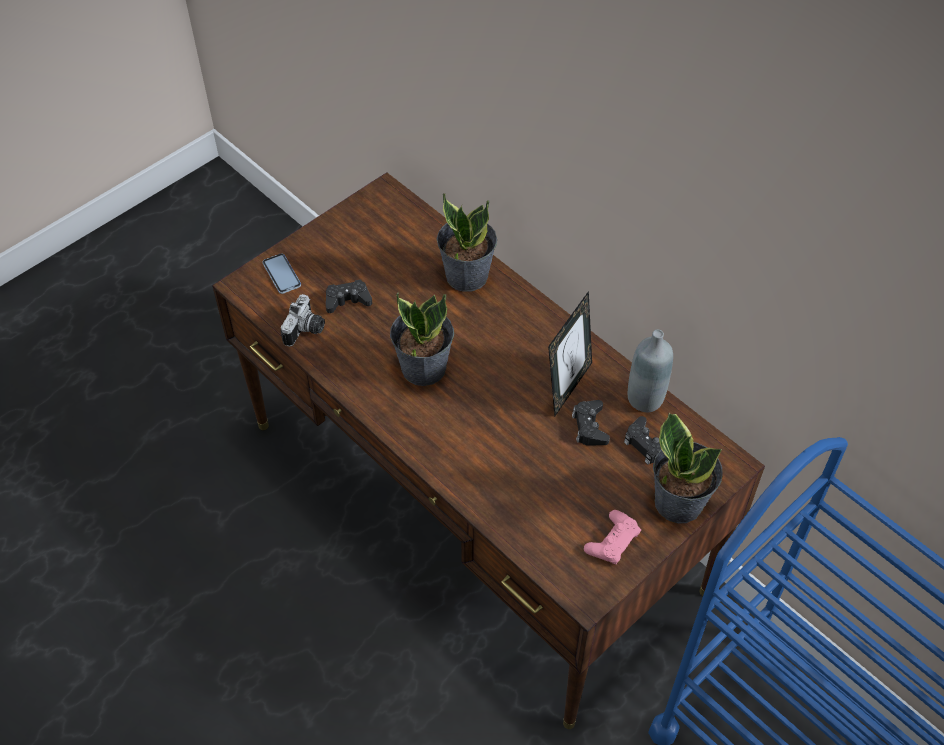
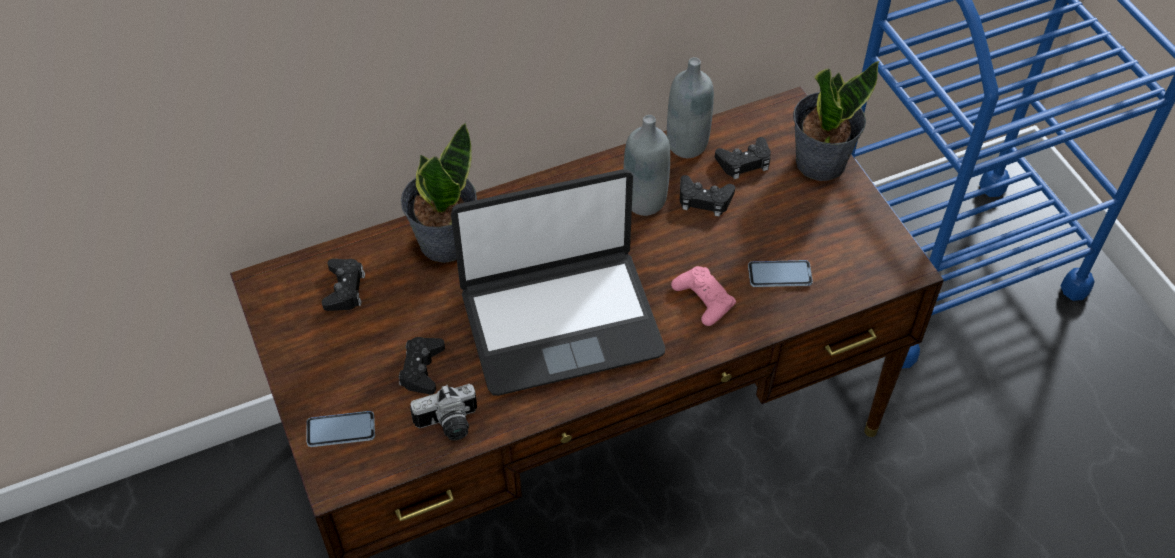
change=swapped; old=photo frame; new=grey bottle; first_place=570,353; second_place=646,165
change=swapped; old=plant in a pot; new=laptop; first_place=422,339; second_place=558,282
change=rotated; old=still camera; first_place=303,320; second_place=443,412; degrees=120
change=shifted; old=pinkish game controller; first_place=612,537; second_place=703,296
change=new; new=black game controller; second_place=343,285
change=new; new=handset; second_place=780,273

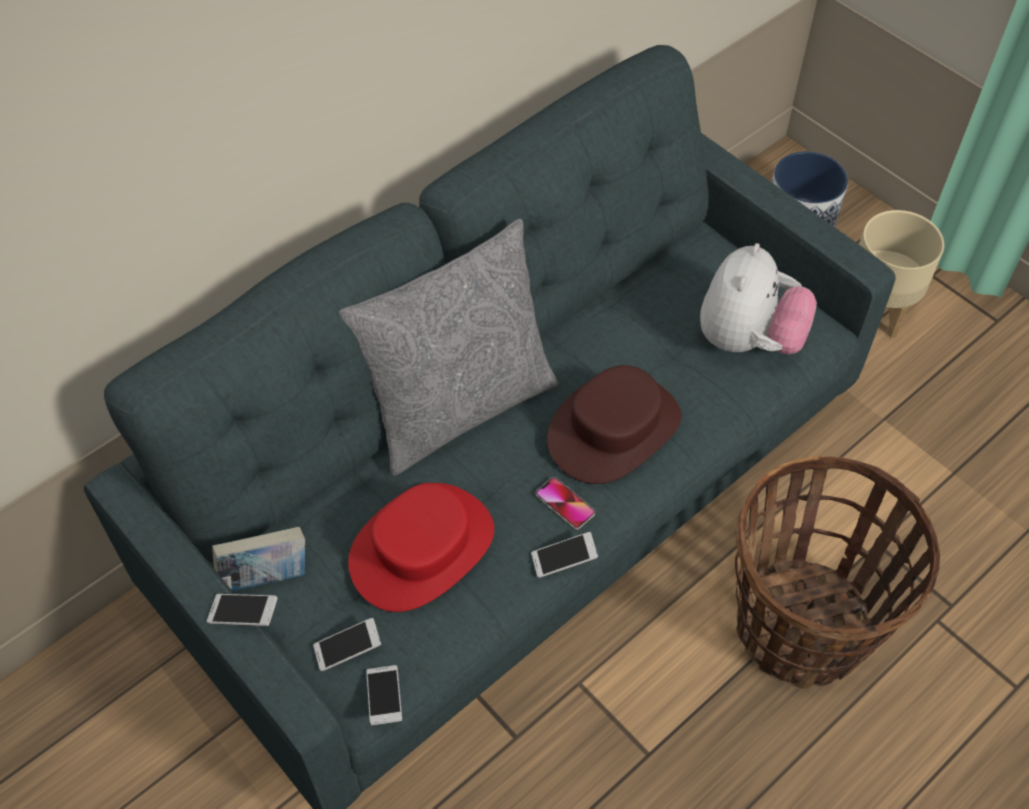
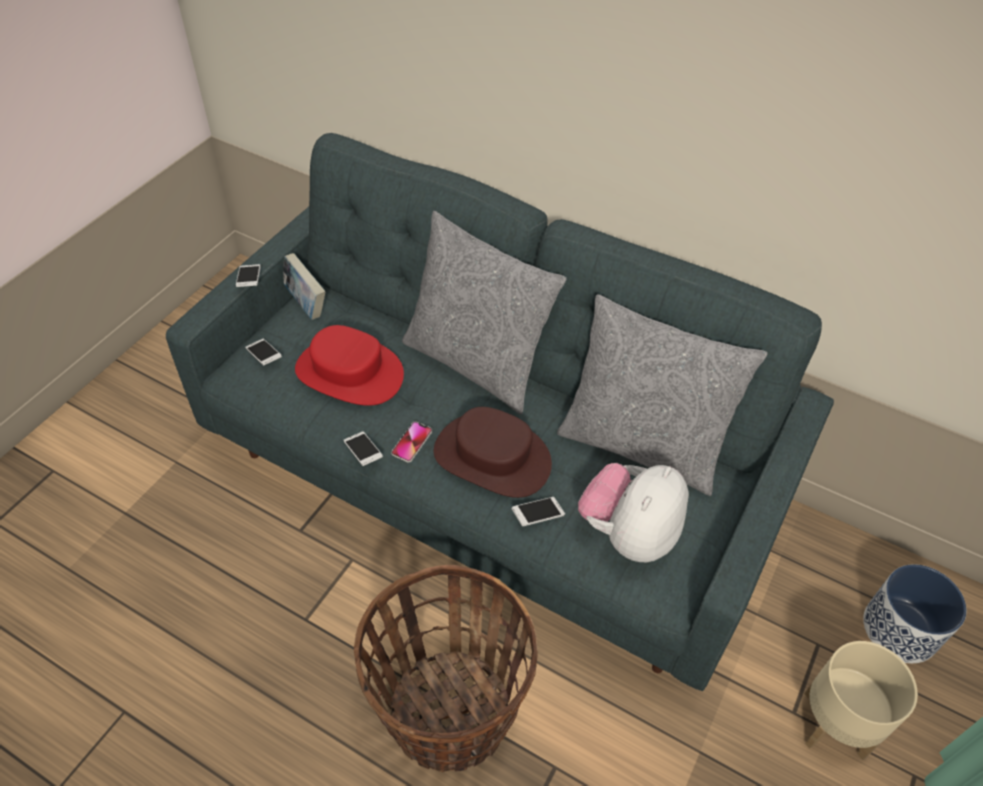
change=rotated; old=soft toy; first_place=758,298; second_place=633,512; degrees=120
change=shifted; old=handset; first_place=384,695; second_place=538,511
change=new; new=grey pillow; second_place=662,395

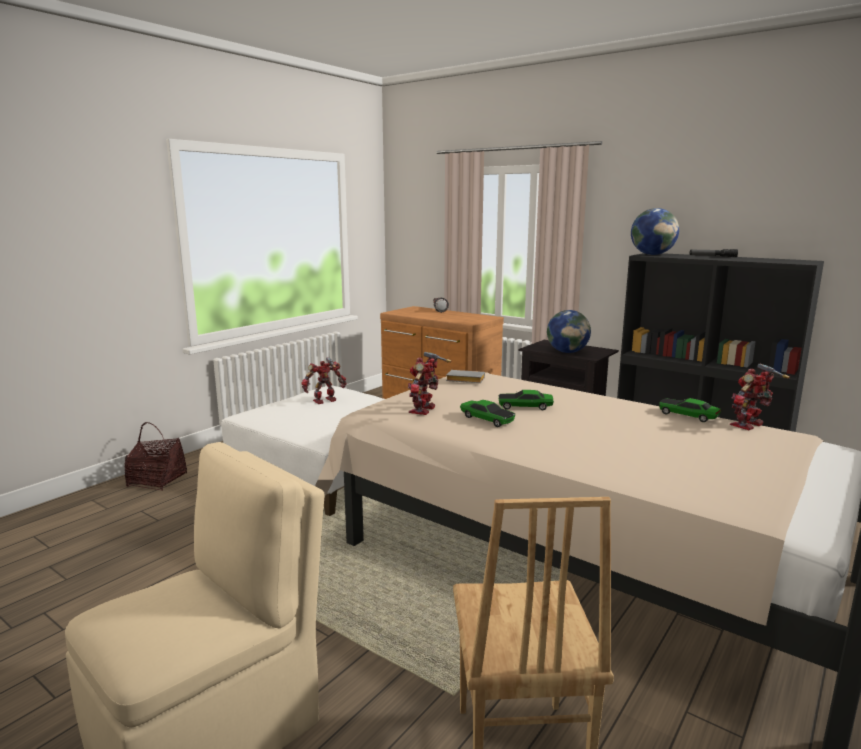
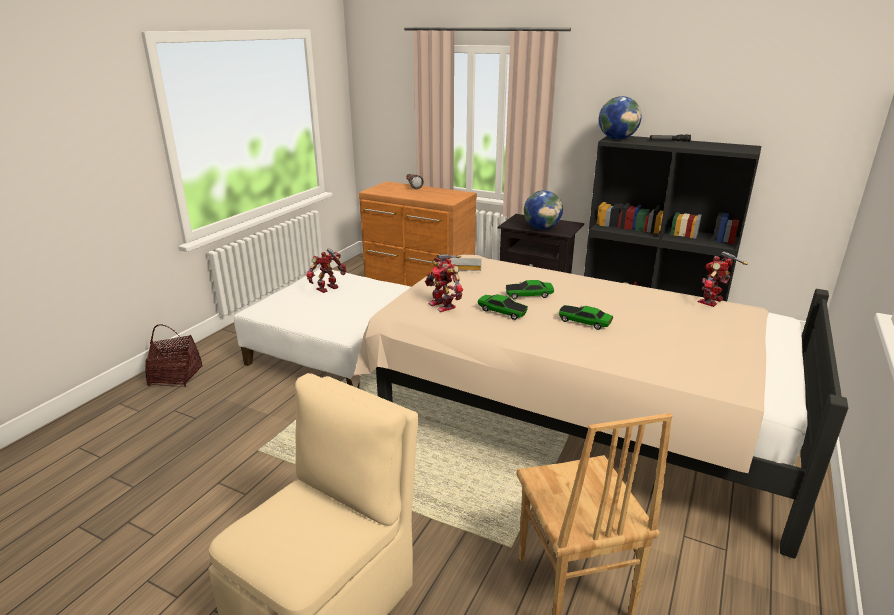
change=rotated; old=model robot; first_place=430,383; second_place=444,283; degrees=-45
change=shifted; old=miniature car; first_place=690,410; second_place=586,317

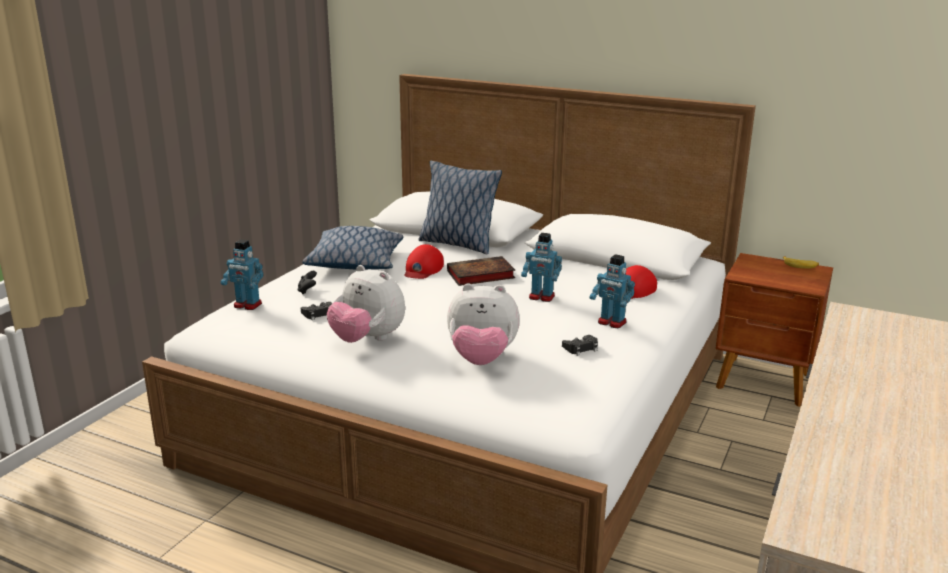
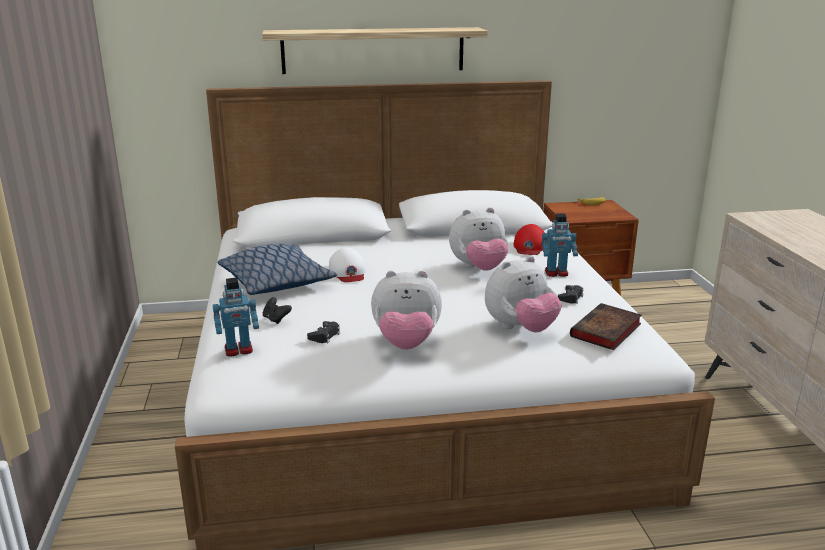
change=gone; old=pillow; first_place=460,207
change=swapped; old=model robot; new=soft toy; first_place=541,267; second_place=478,239
change=repainted; old=red peaked cap; new=white-coloured peaked cap; first_place=424,261; second_place=347,264
change=shifted; old=bound book; first_place=481,271; second_place=606,326
change=new; new=wall shelf; second_place=375,50

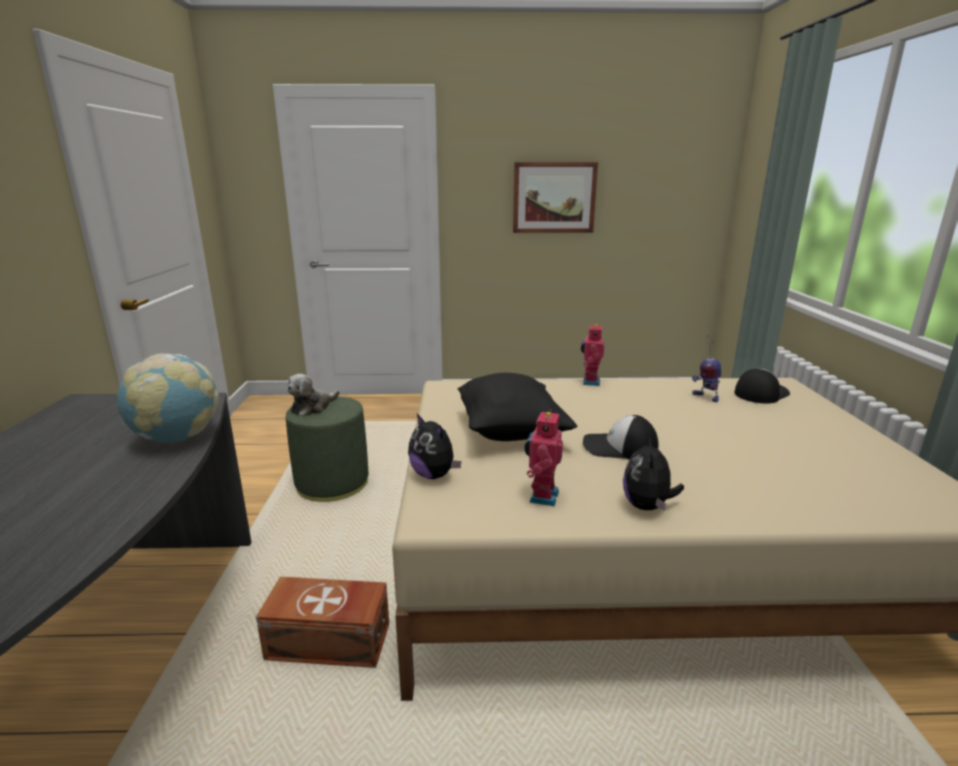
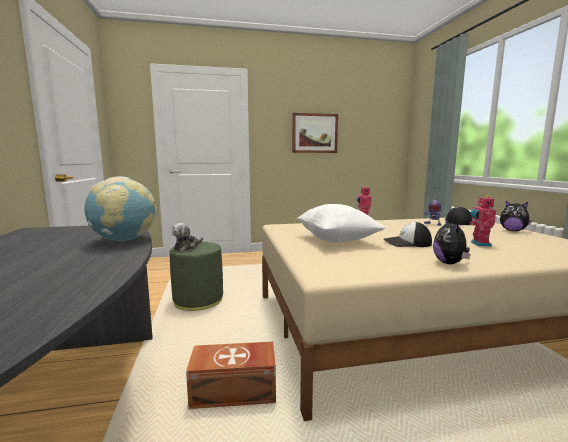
change=repainted; old=black pillow; new=white-coloured pillow; first_place=517,407; second_place=341,223
change=shifted; old=model robot; first_place=543,457; second_place=483,220
change=shifted; old=soft toy; first_place=434,446; second_place=516,216

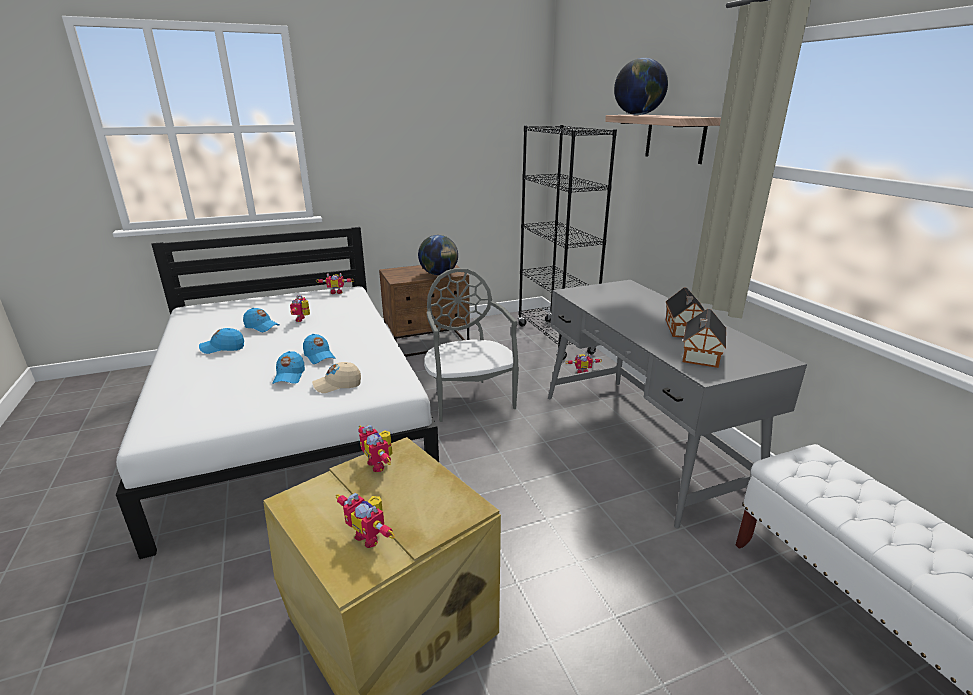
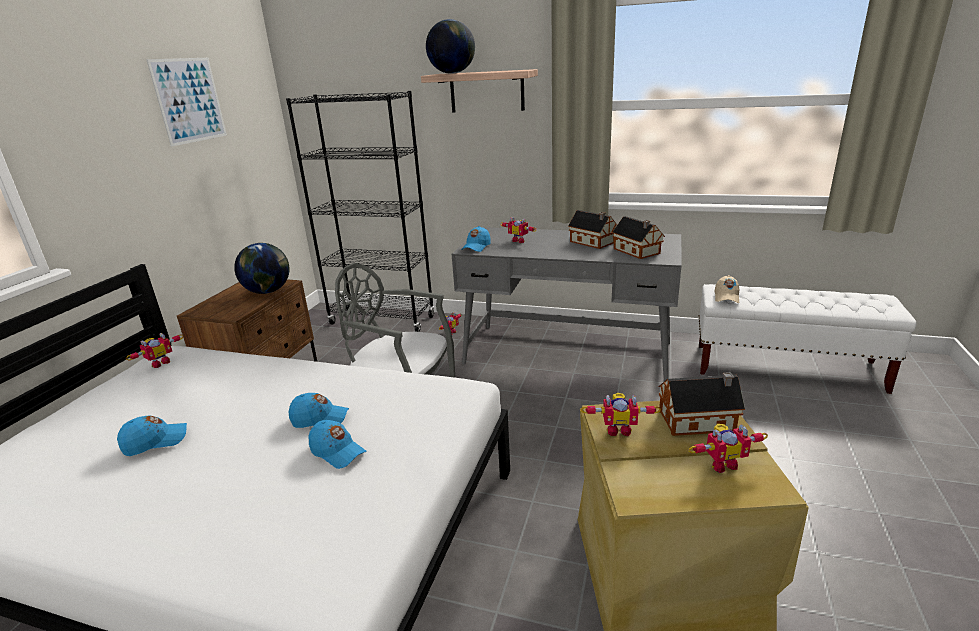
change=shifted; old=model robot; first_place=300,308; second_place=518,230
change=shifted; old=blue-coloured peaked cap; first_place=221,341; second_place=475,239
change=shifted; old=beige peaked cap; first_place=336,377; second_place=727,289
change=new; new=wall art; second_place=186,102
change=new; new=toy house; second_place=702,404

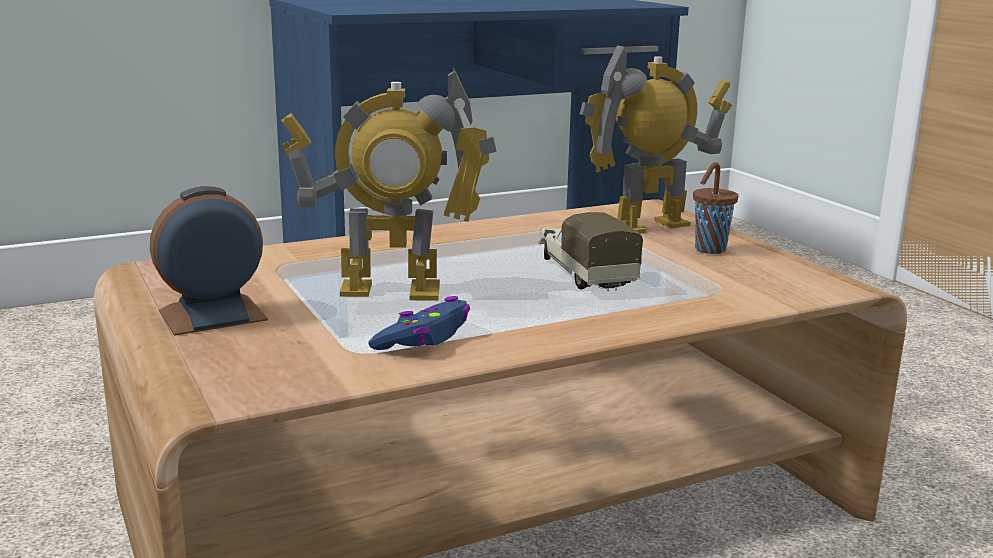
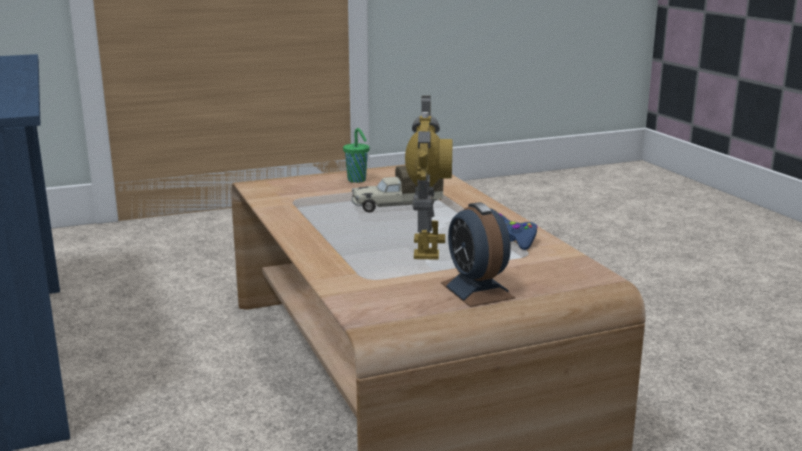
change=gone; old=model robot; first_place=656,139
change=repainted; old=brownish drinking cup; new=green-coloured drinking cup; first_place=715,208; second_place=356,155

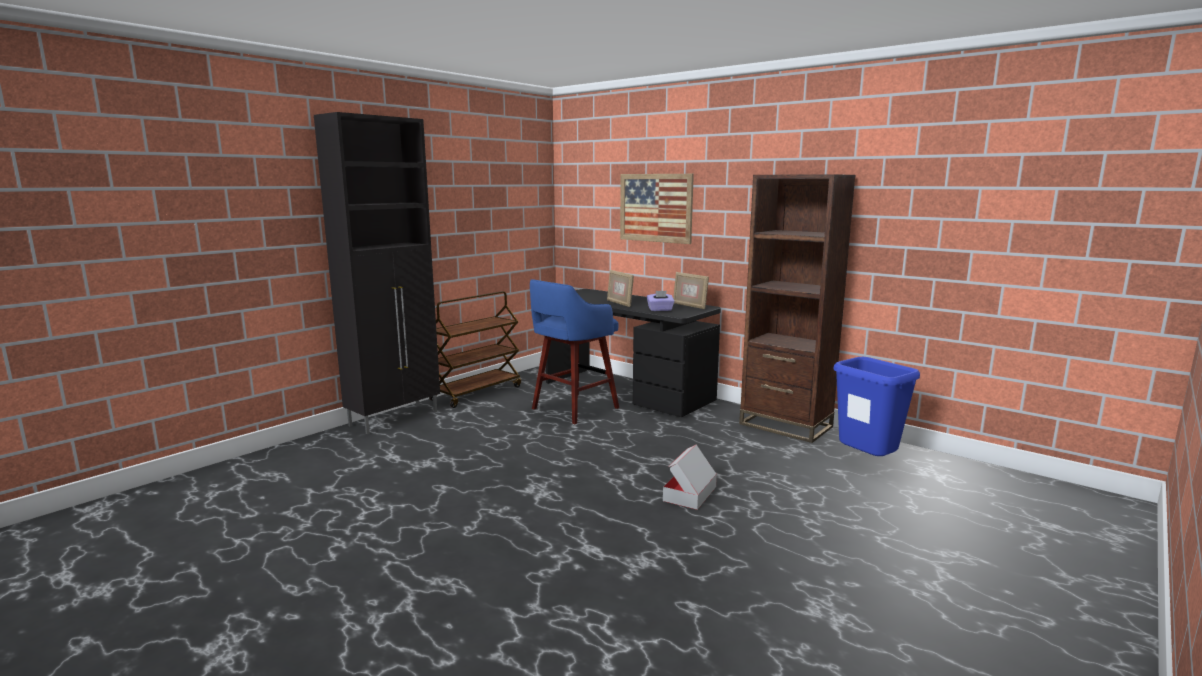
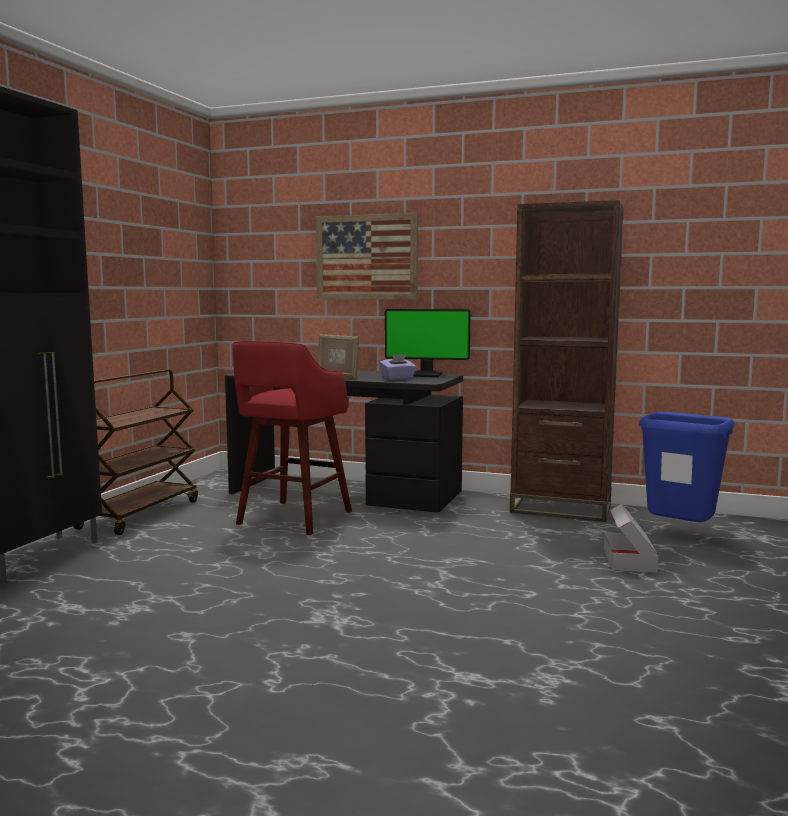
change=swapped; old=photo frame; new=computer display; first_place=691,290; second_place=428,343
change=repainted; old=blue-coloured sitting stool; new=red sitting stool; first_place=574,351; second_place=292,438
change=shifted; old=carton; first_place=690,477; second_place=631,538

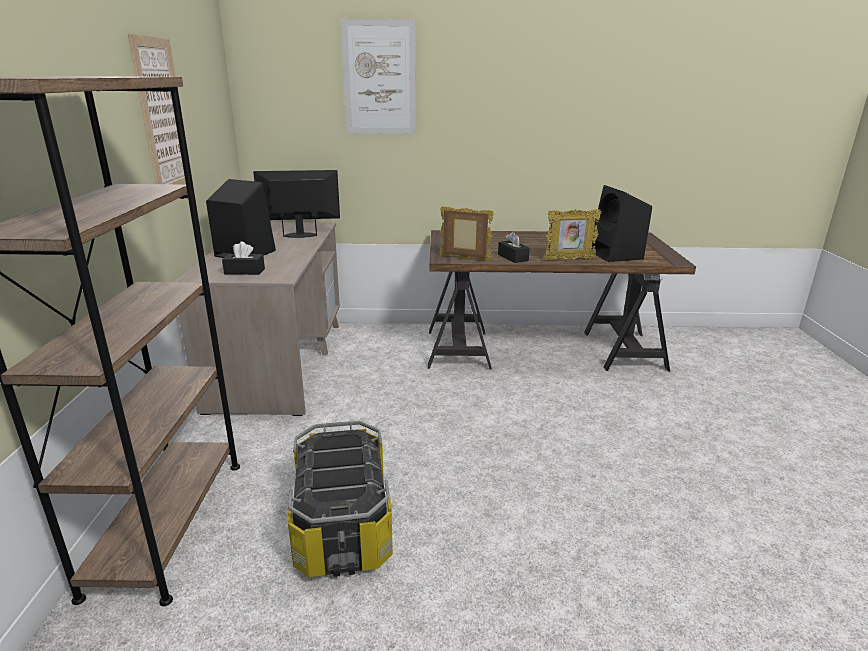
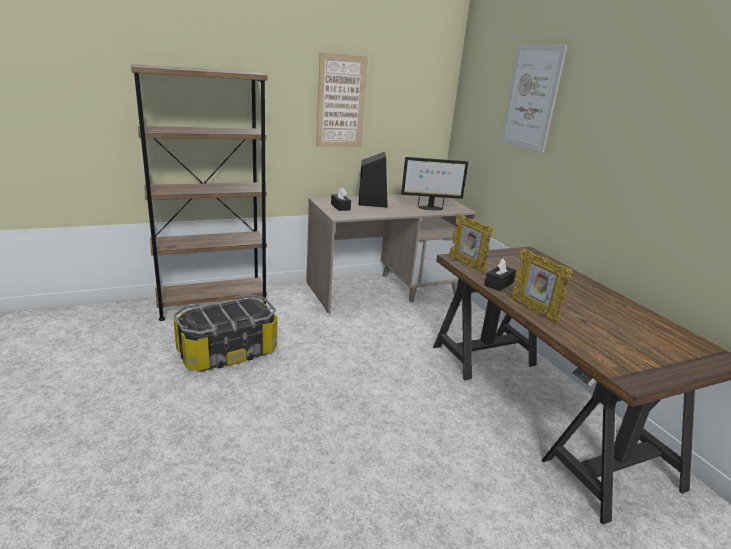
change=rotated; old=computer display; first_place=296,204; second_place=435,183; degrees=120
change=gone; old=black speaker; first_place=621,223
change=rotated; old=photo frame; first_place=467,233; second_place=471,243; degrees=150

